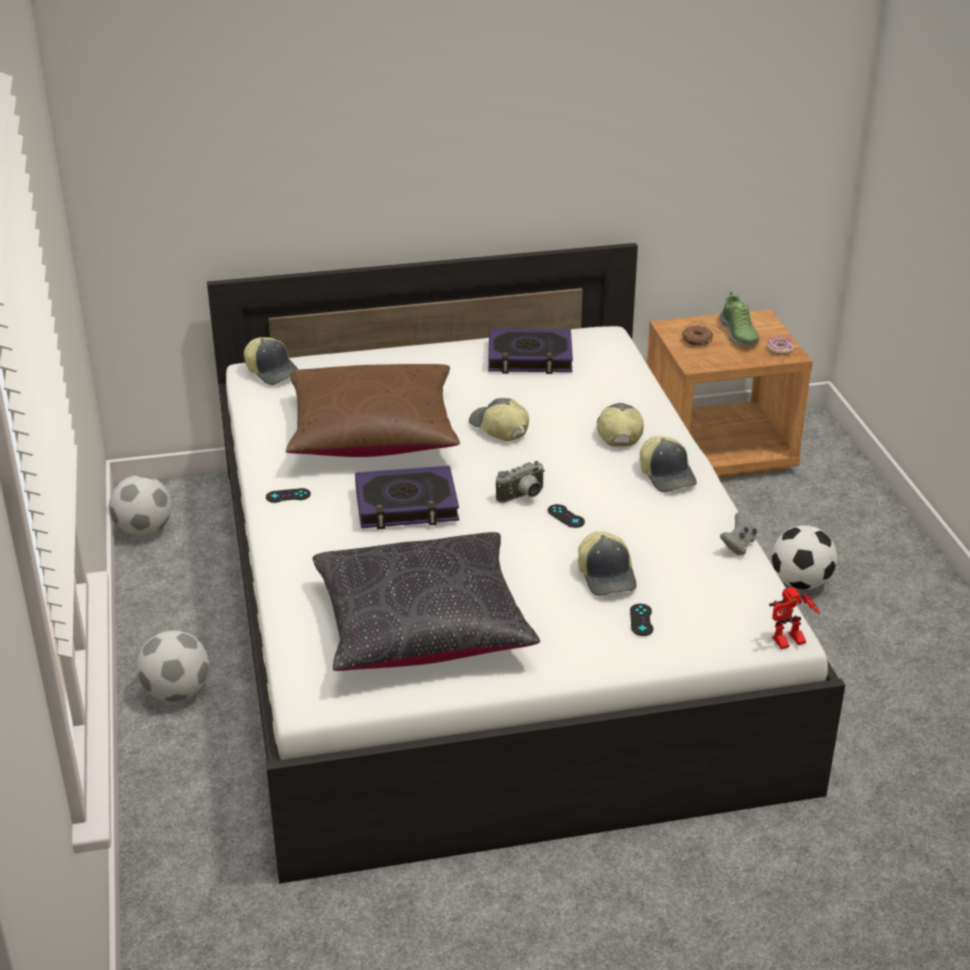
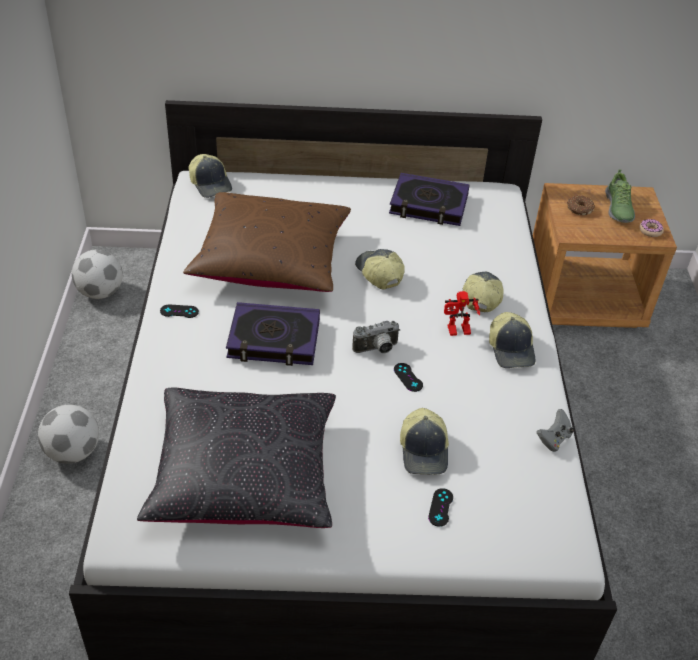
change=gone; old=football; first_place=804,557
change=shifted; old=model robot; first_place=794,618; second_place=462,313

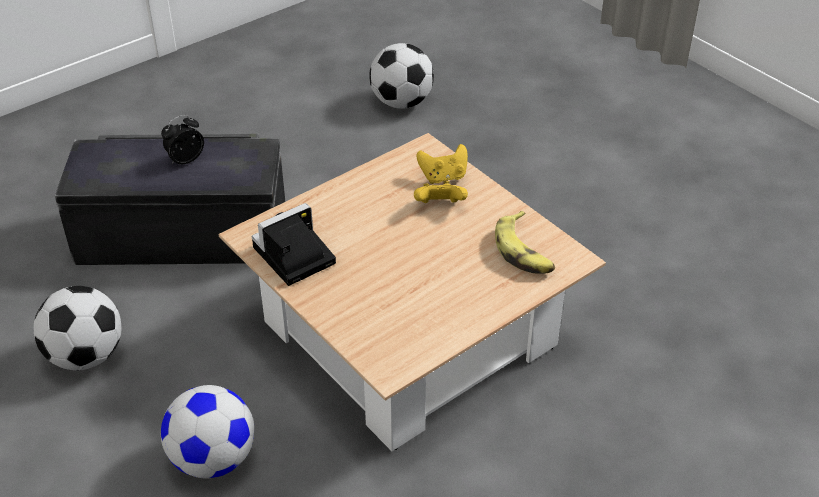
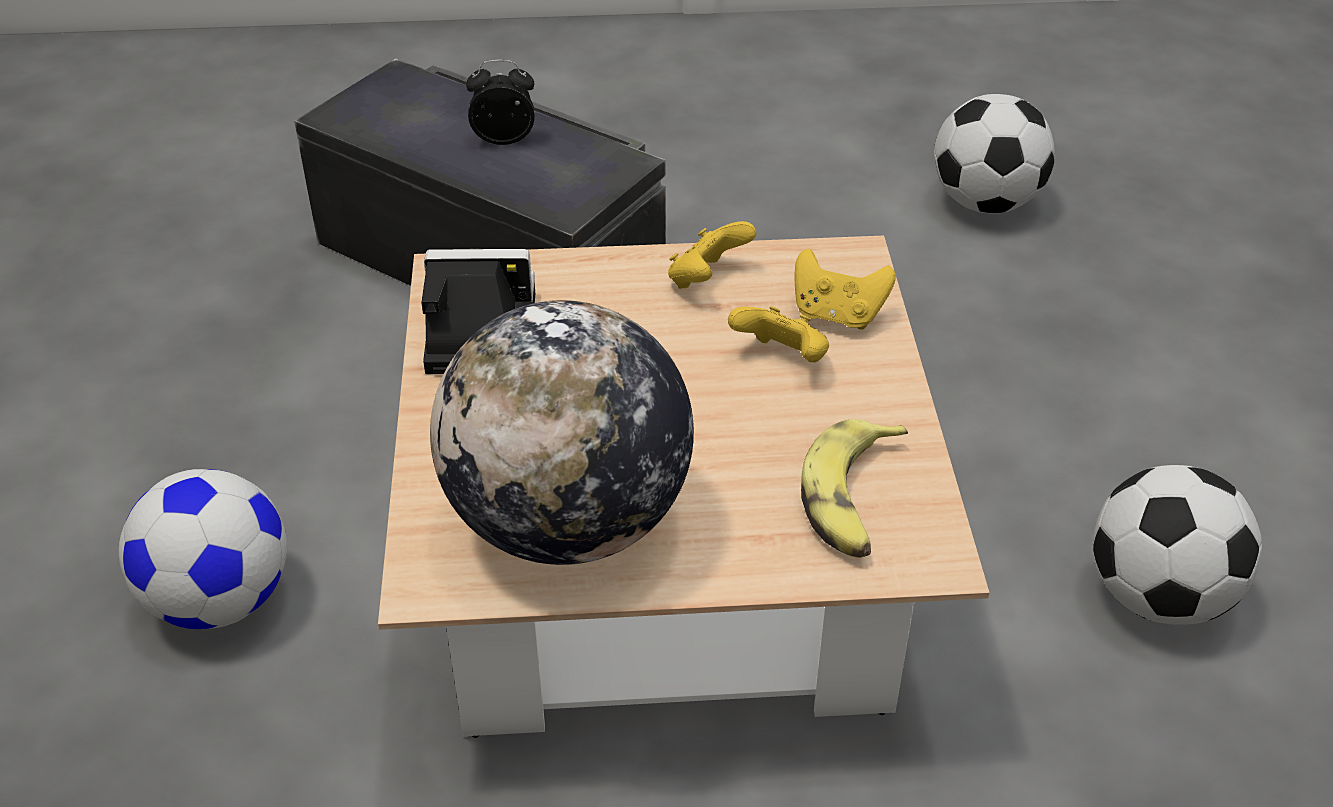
change=shifted; old=football; first_place=77,328; second_place=1177,545
change=new; new=yellow-coloured game controller; second_place=712,255
change=new; new=desk globe; second_place=562,432

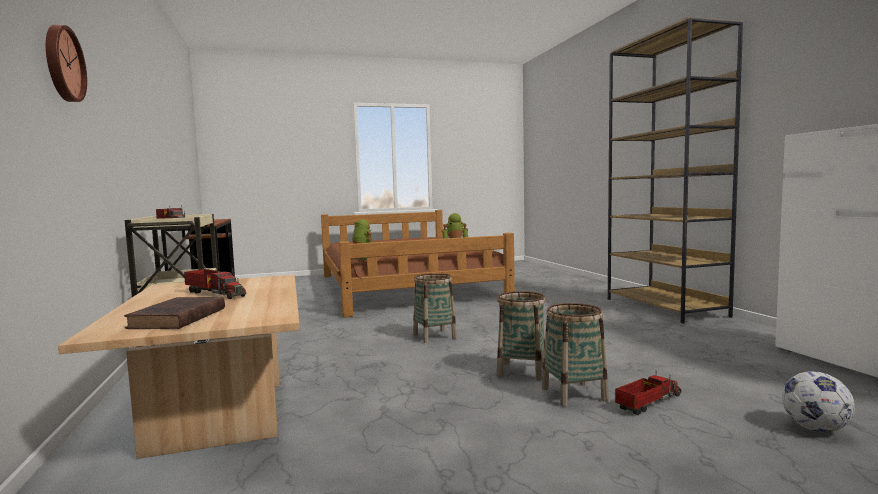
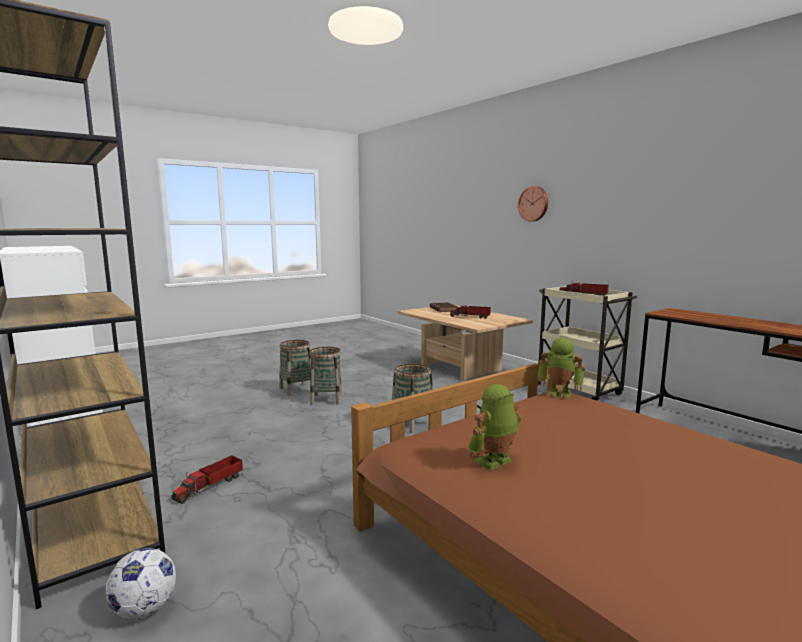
change=shifted; old=model truck; first_place=648,393; second_place=207,479
change=shifted; old=football; first_place=818,402; second_place=140,583

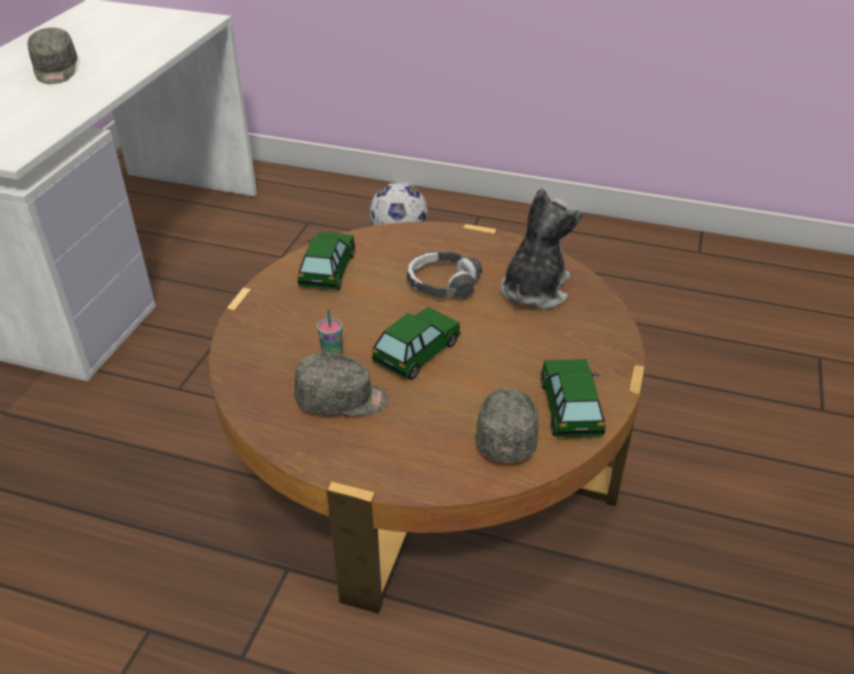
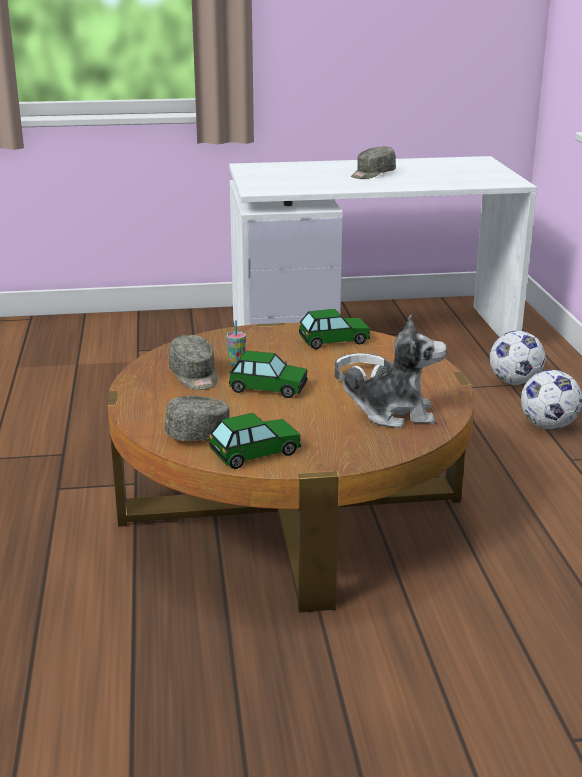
change=new; new=football; second_place=518,358

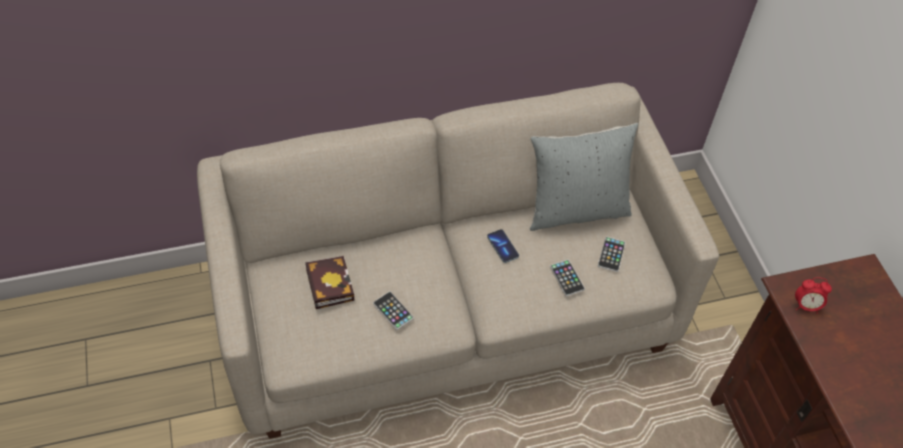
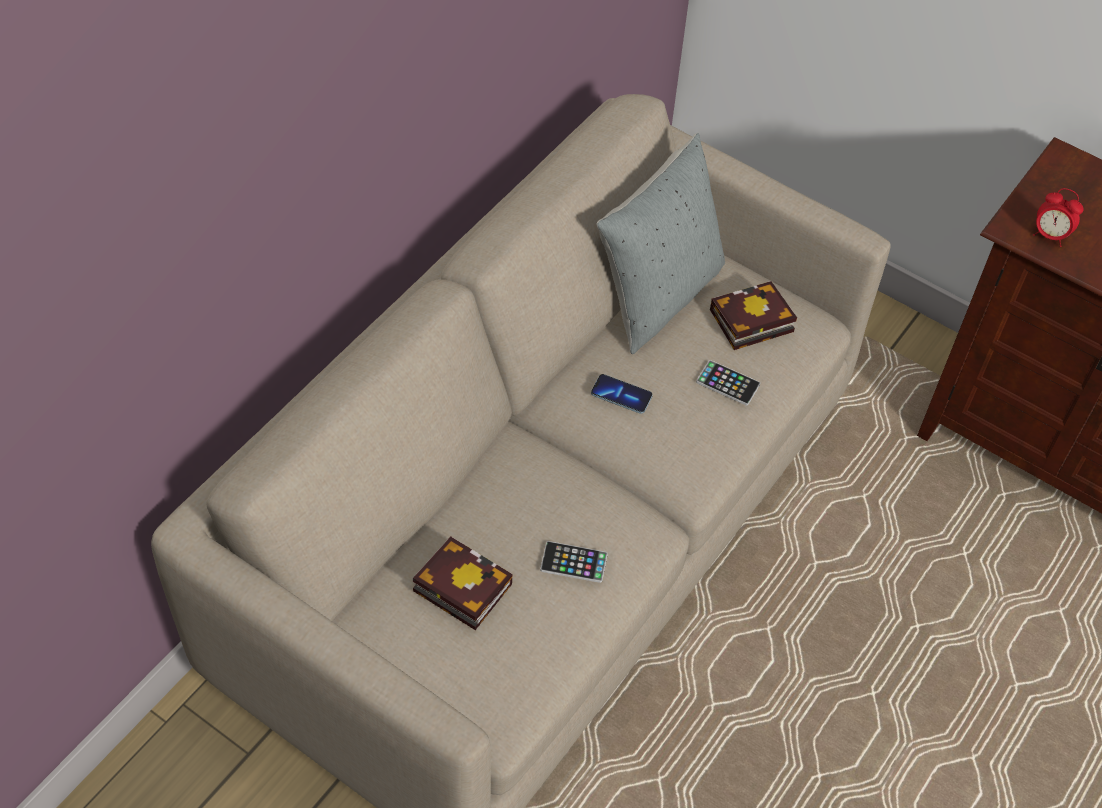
change=swapped; old=handset; new=bound book; first_place=612,254; second_place=753,315
change=rotated; old=bedside clock; first_place=813,295; second_place=1058,217; degrees=60

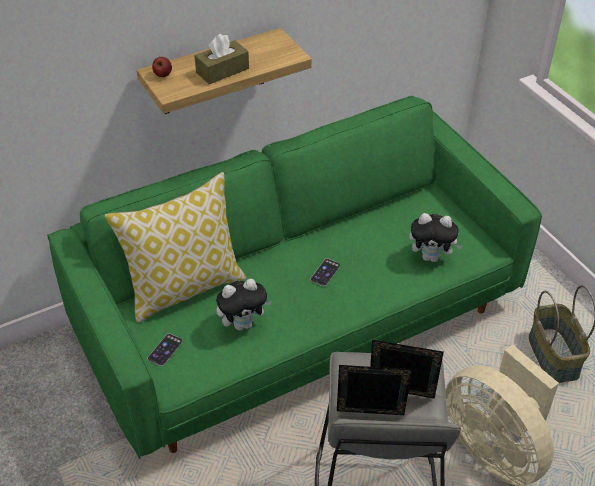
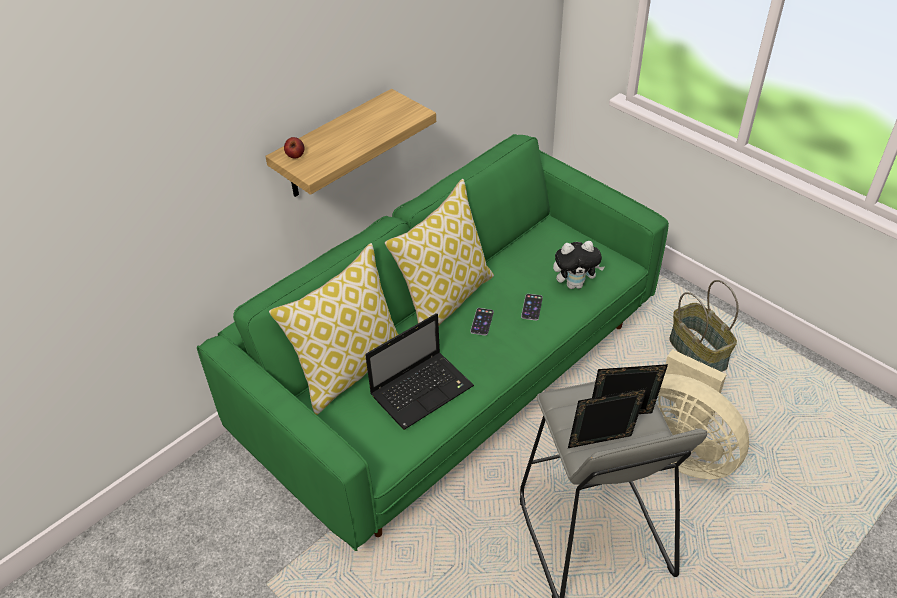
change=gone; old=brownish tissue holder; first_place=222,59
change=swapped; old=soft toy; new=laptop; first_place=244,305; second_place=419,371
change=shifted; old=handset; first_place=165,349; second_place=532,307
change=new; new=pillow; second_place=439,252

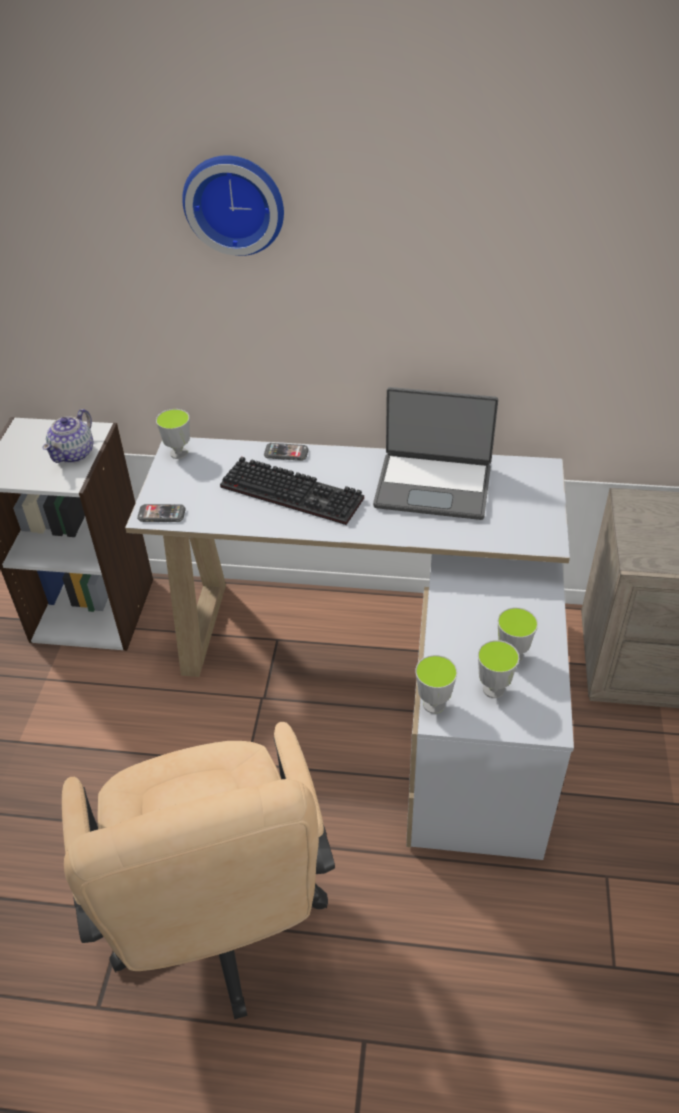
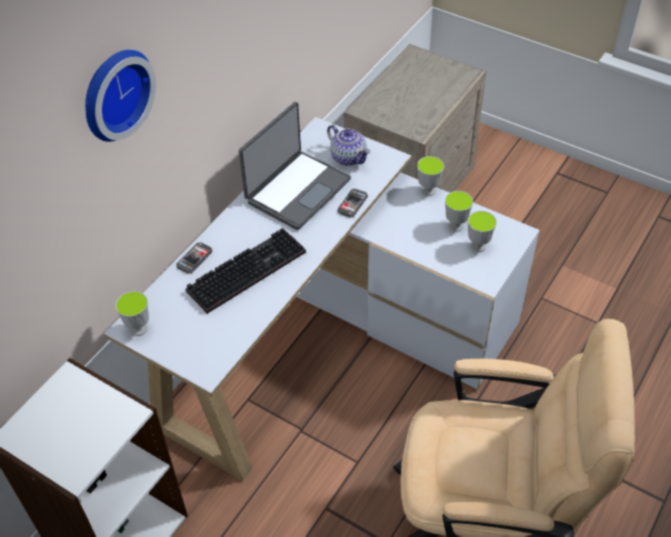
change=shifted; old=tea pot; first_place=68,436; second_place=348,145
change=shifted; old=handset; first_place=161,513; second_place=352,203
change=shifted; old=drinking cup; first_place=436,684; second_place=430,176

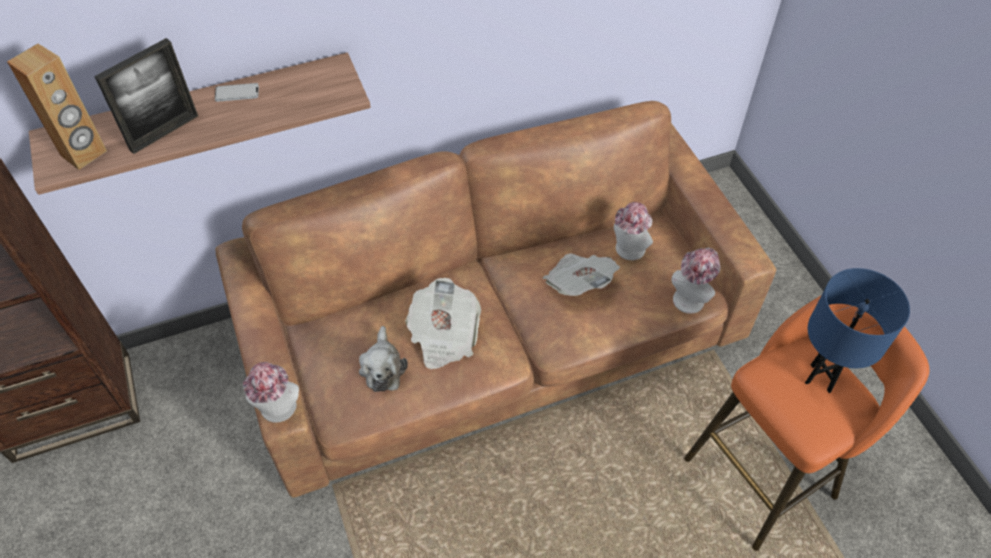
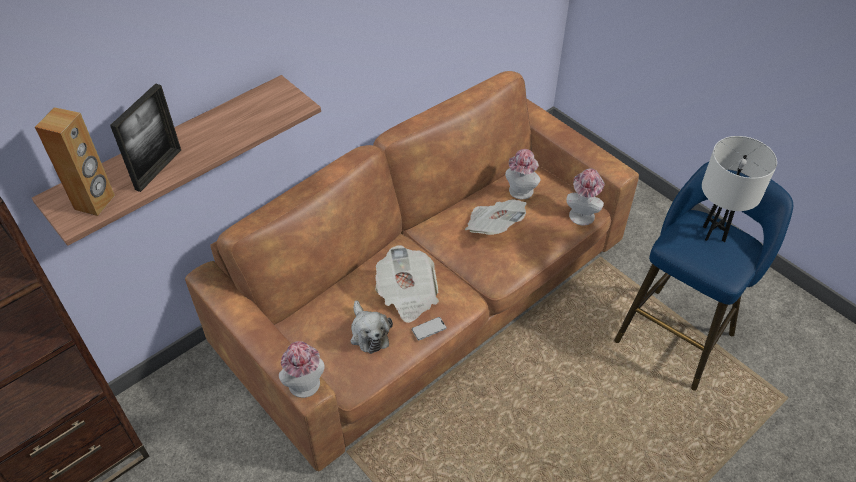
change=shifted; old=handset; first_place=237,92; second_place=429,328
change=repainted; old=blue-coloured tabletop lamp; new=white-coloured tabletop lamp; first_place=857,330; second_place=739,189
change=repainted; old=orange sitting stool; new=blue-coloured sitting stool; first_place=806,423; second_place=703,276

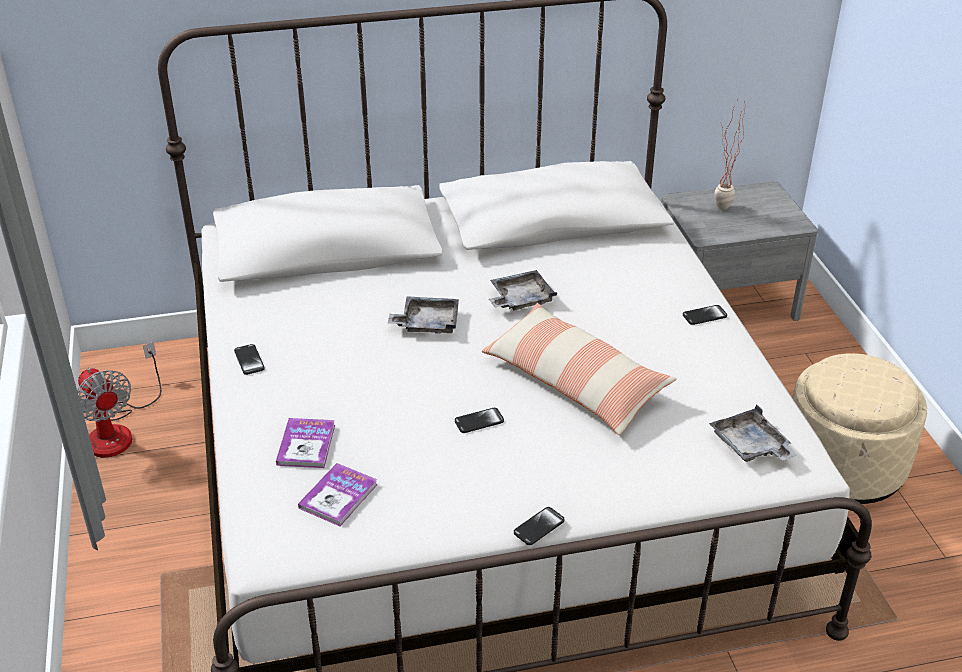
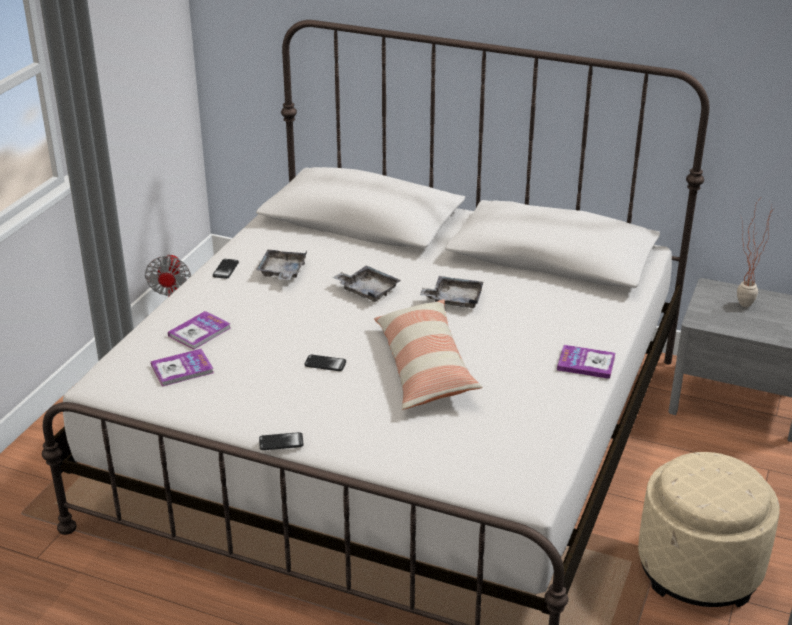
change=swapped; old=handset; new=bound book; first_place=705,315; second_place=586,362
change=shifted; old=grey tray; first_place=753,433; second_place=281,265

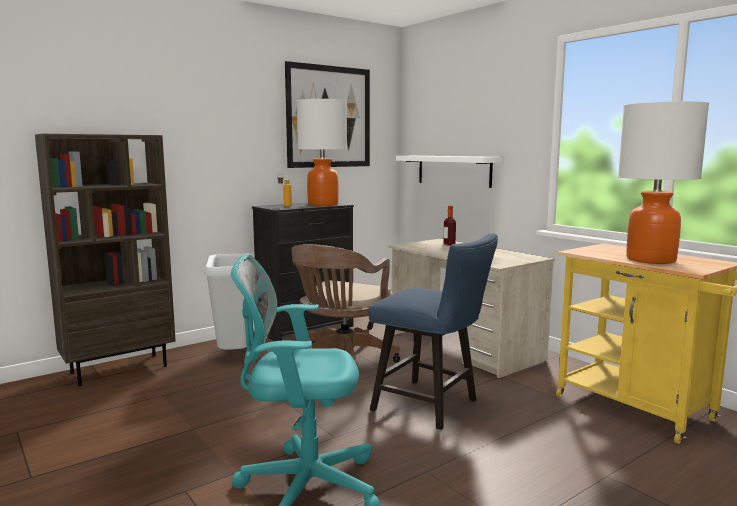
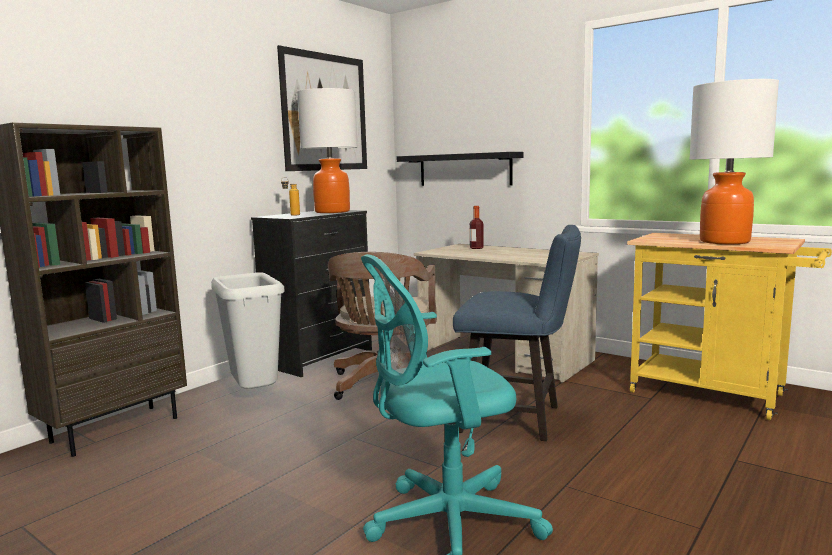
change=repainted; old=white-coloured wall shelf; new=black wall shelf; first_place=449,172; second_place=460,169

